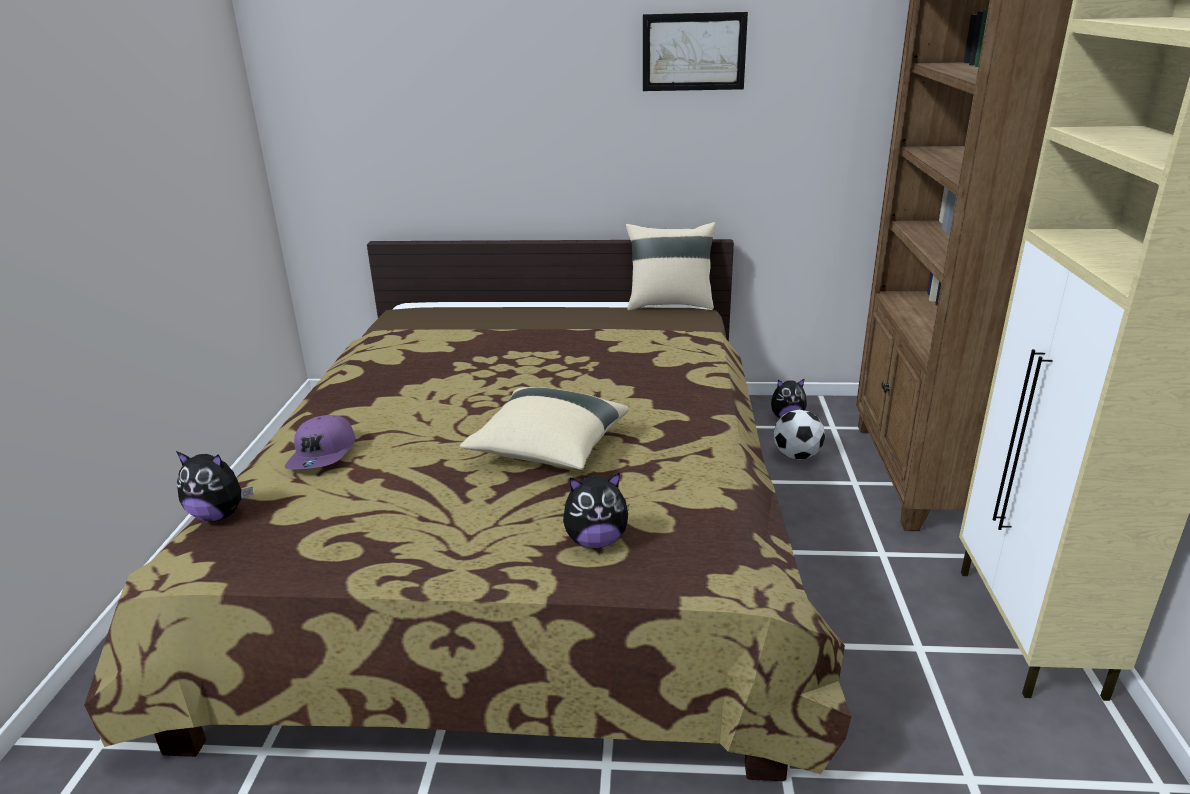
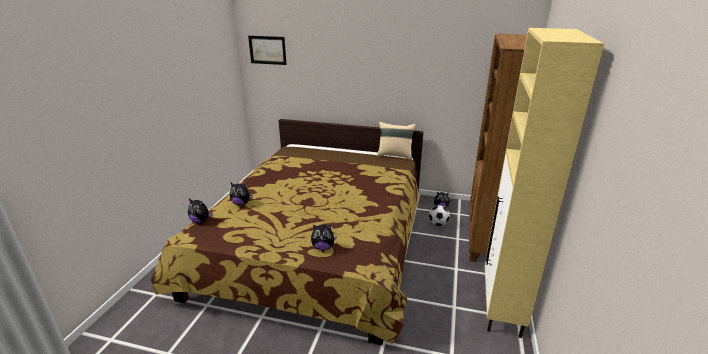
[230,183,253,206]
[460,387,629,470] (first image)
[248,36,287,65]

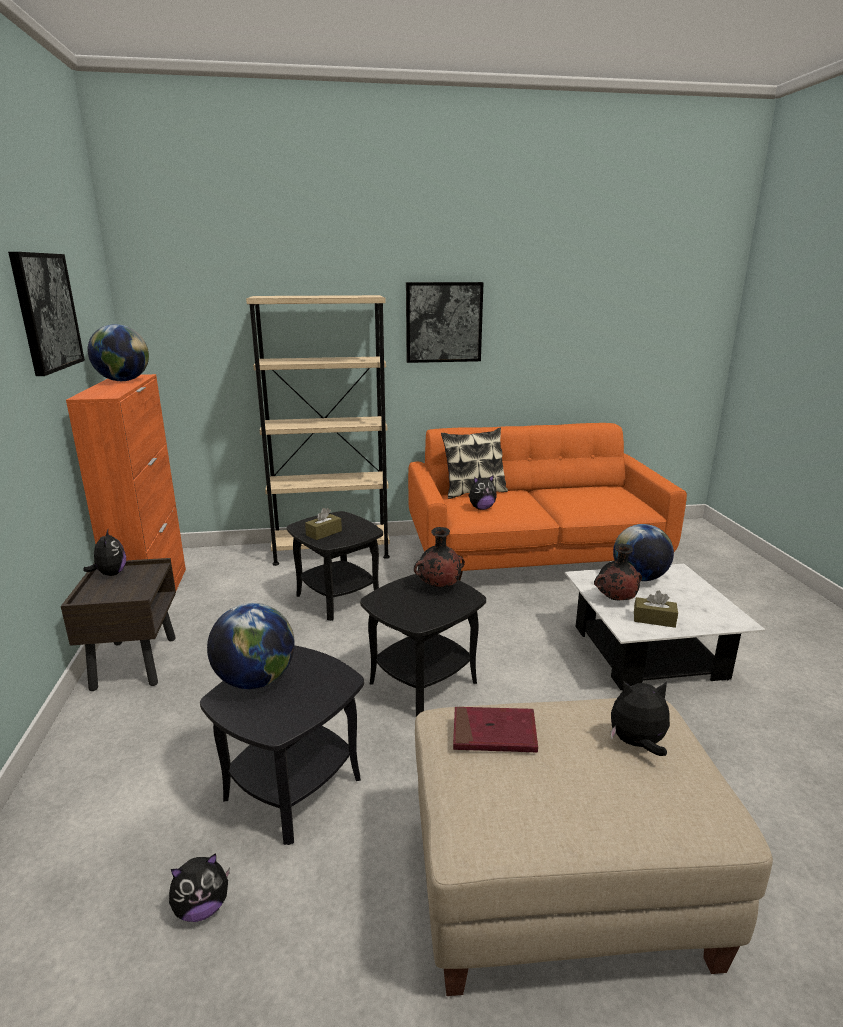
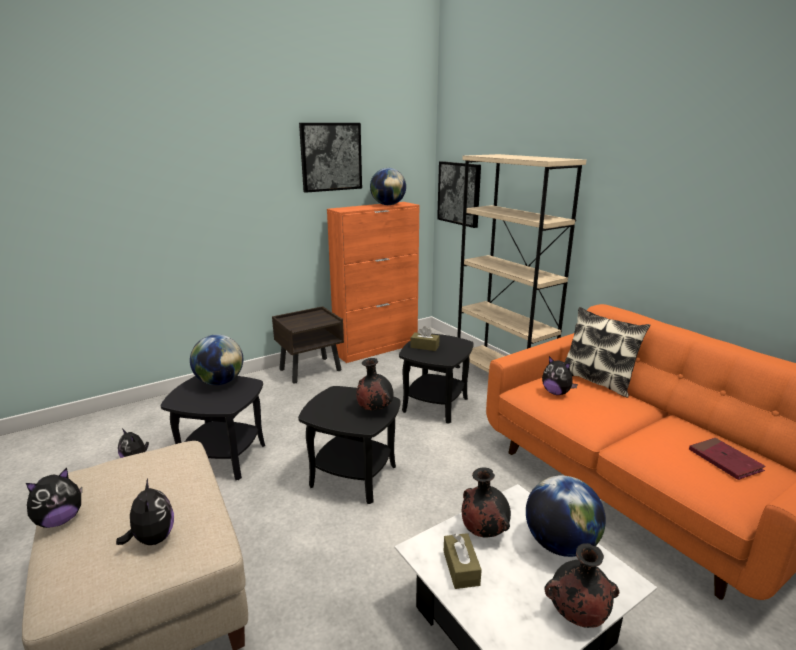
[26,468,82,528]
[437,161,481,228]
[689,438,766,480]
[544,543,619,628]

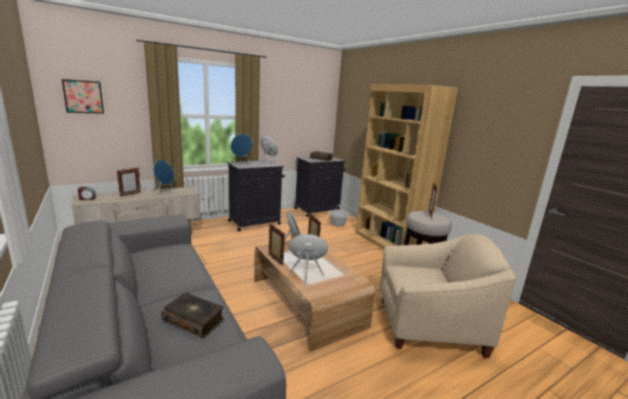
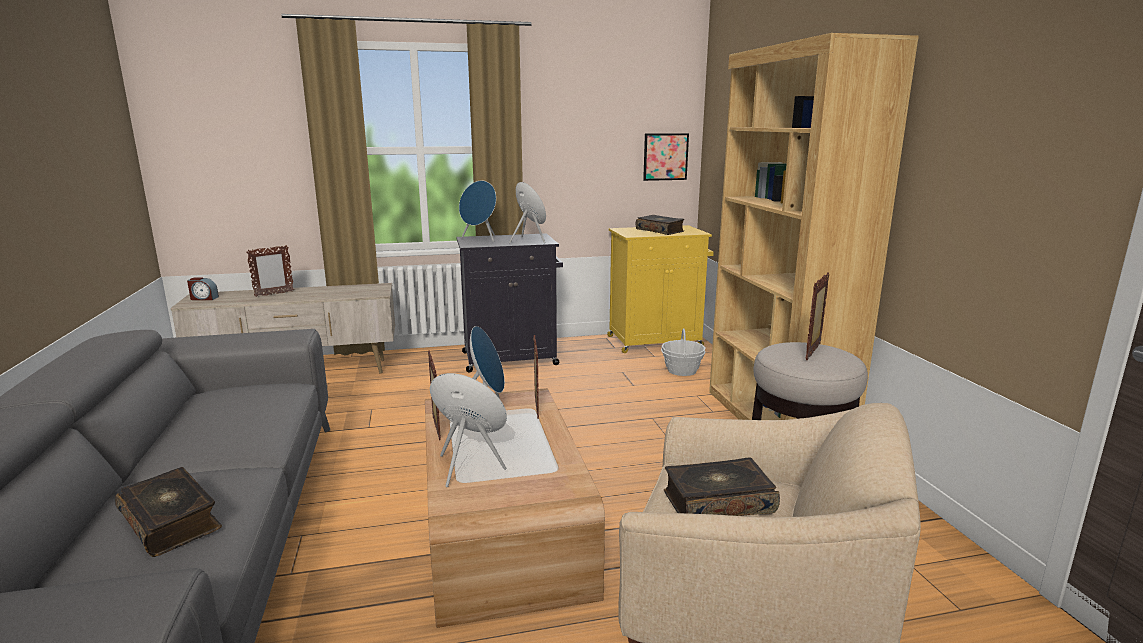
[643,133,689,181]
[153,160,174,196] (first image)
[607,225,714,353]
[664,457,780,516]

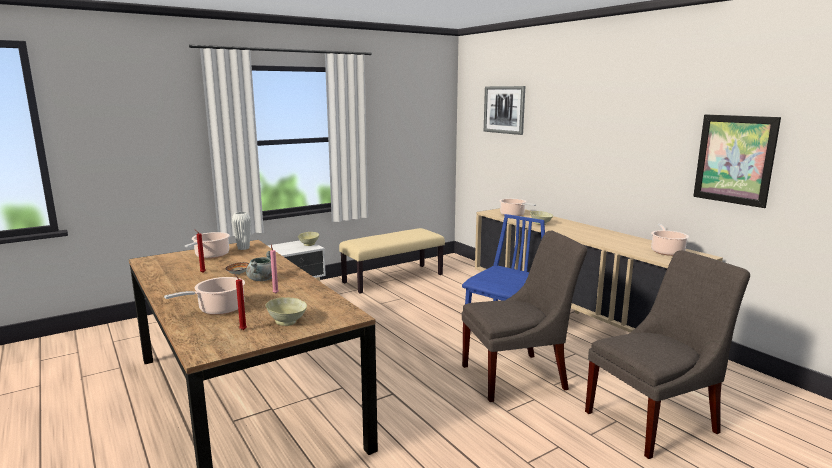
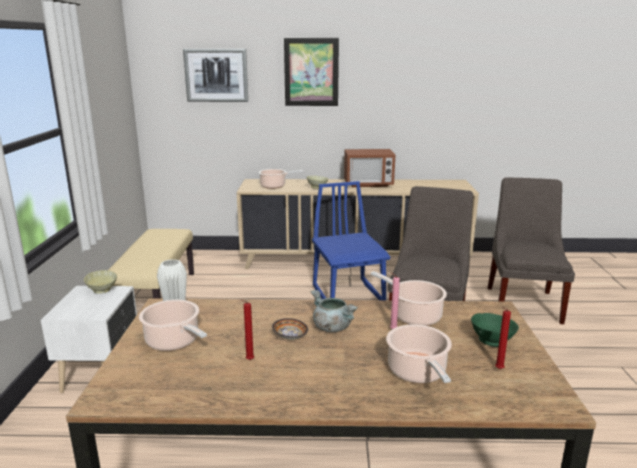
[471,313,519,347]
[370,271,447,326]
[284,38,339,106]
[344,149,395,187]

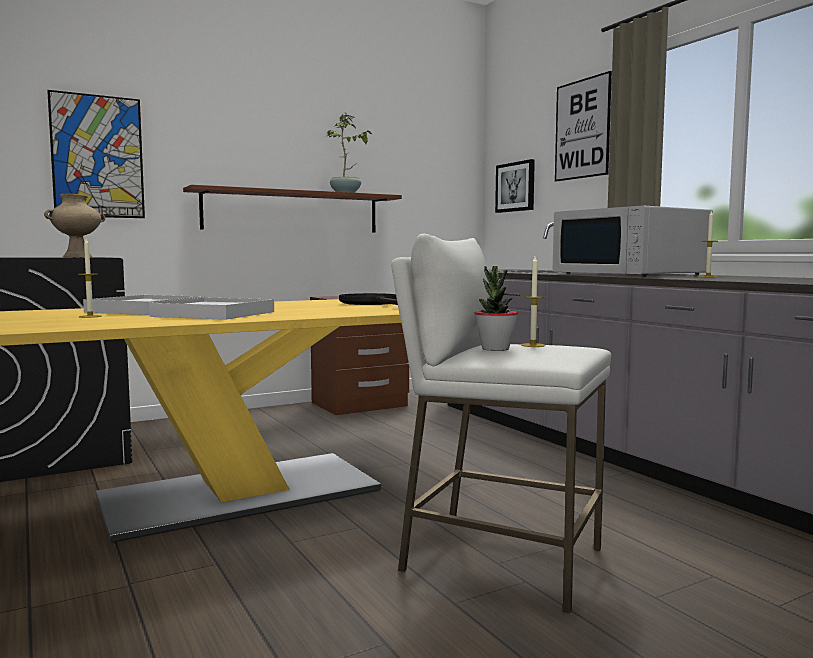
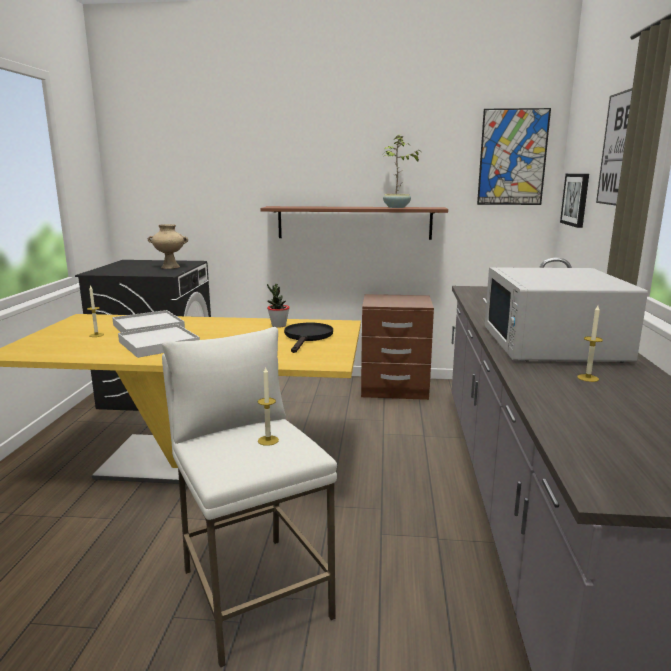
[477,108,551,205]
[267,284,290,328]

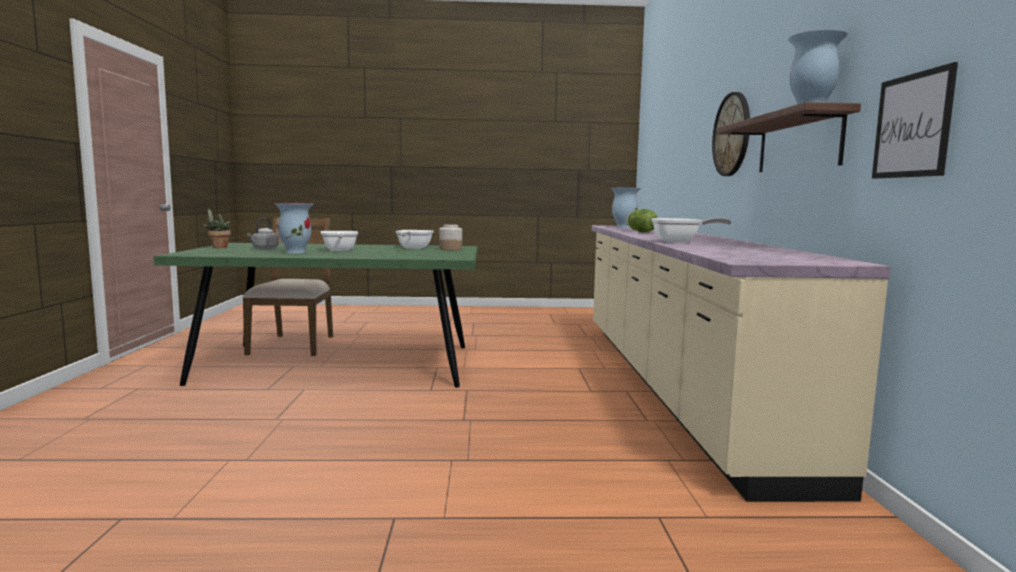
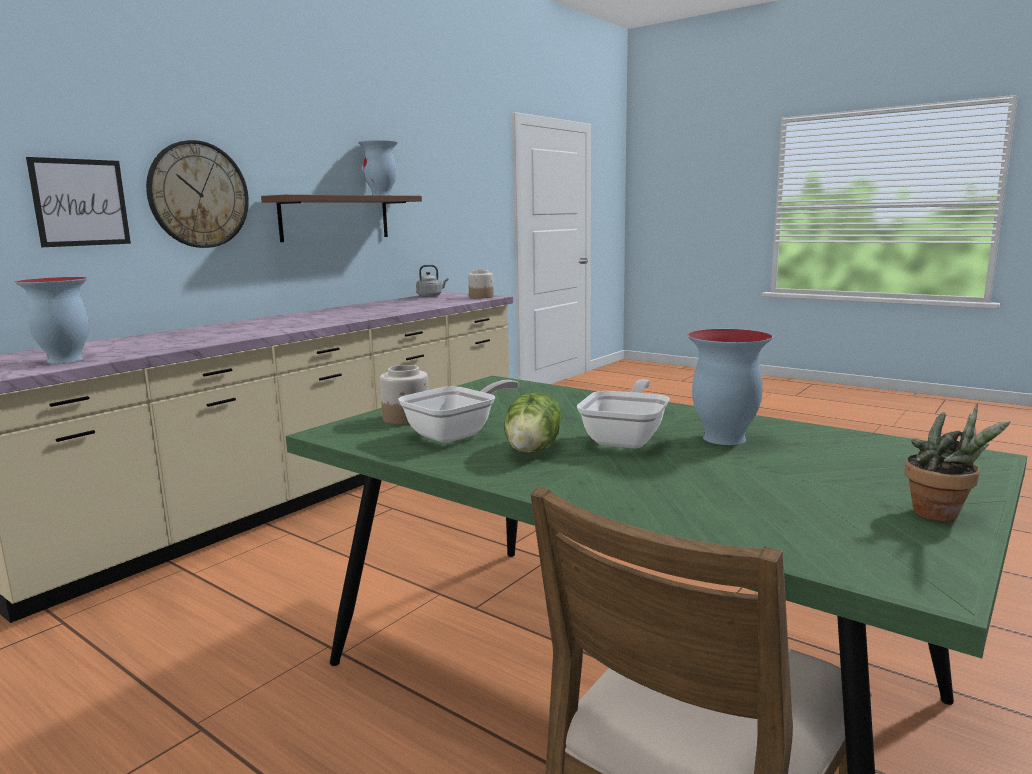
[416,265,448,297]
[504,392,561,453]
[651,218,732,243] (first image)
[26,157,131,247]
[468,269,494,299]

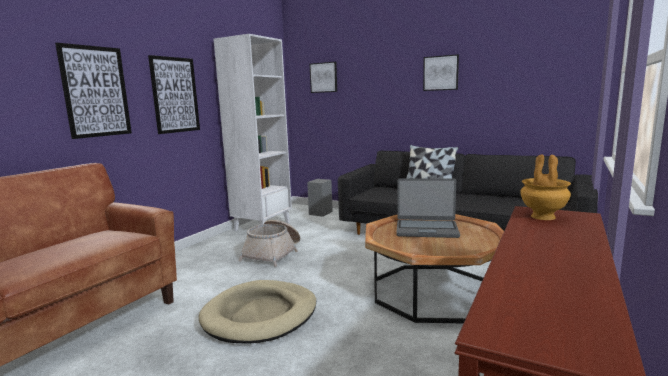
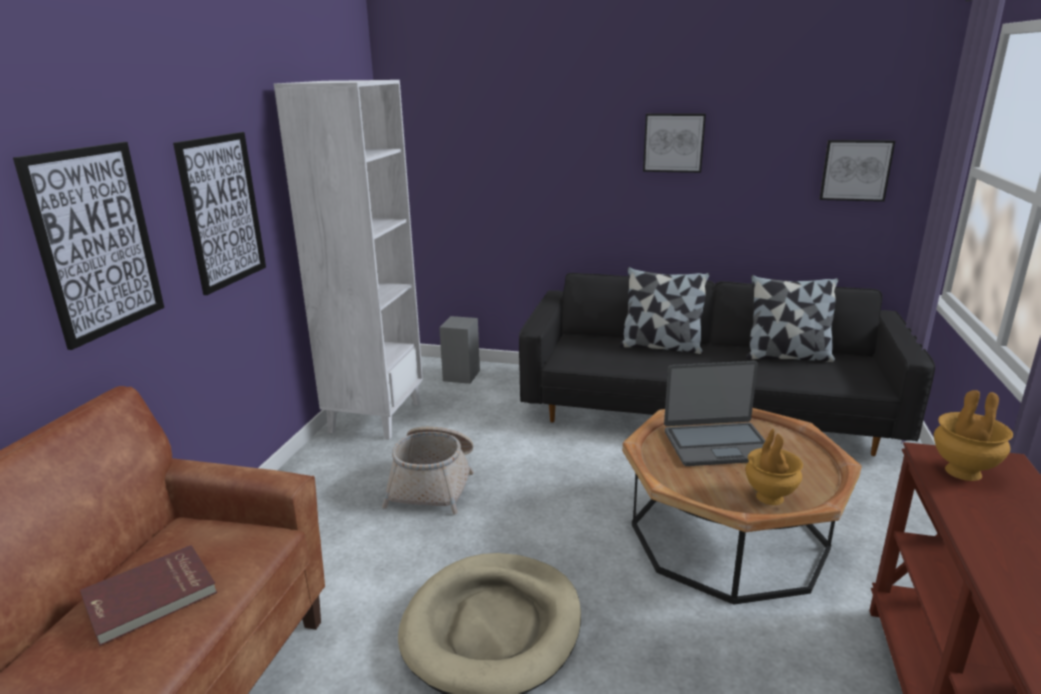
[819,140,895,202]
[80,545,217,646]
[746,275,839,362]
[746,428,803,505]

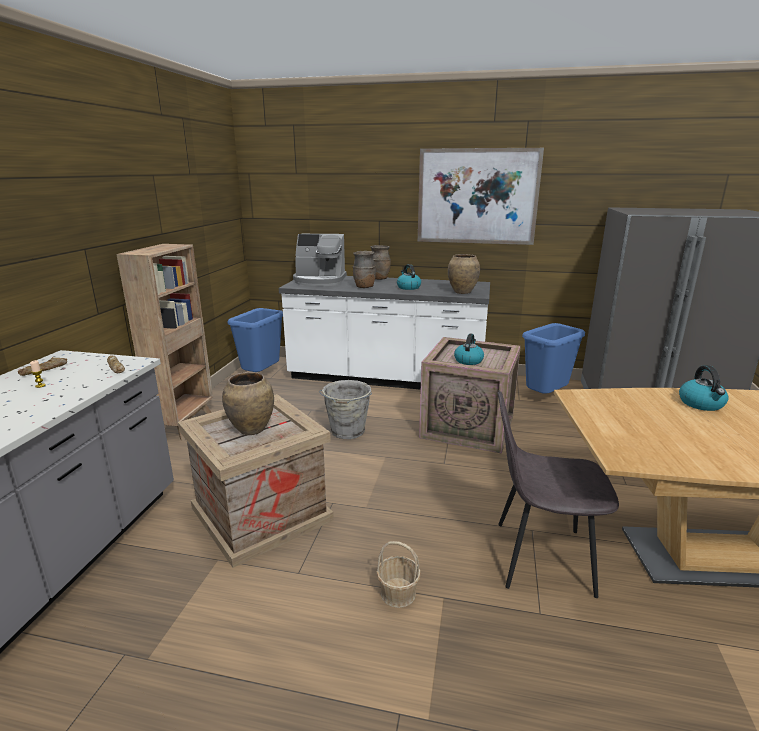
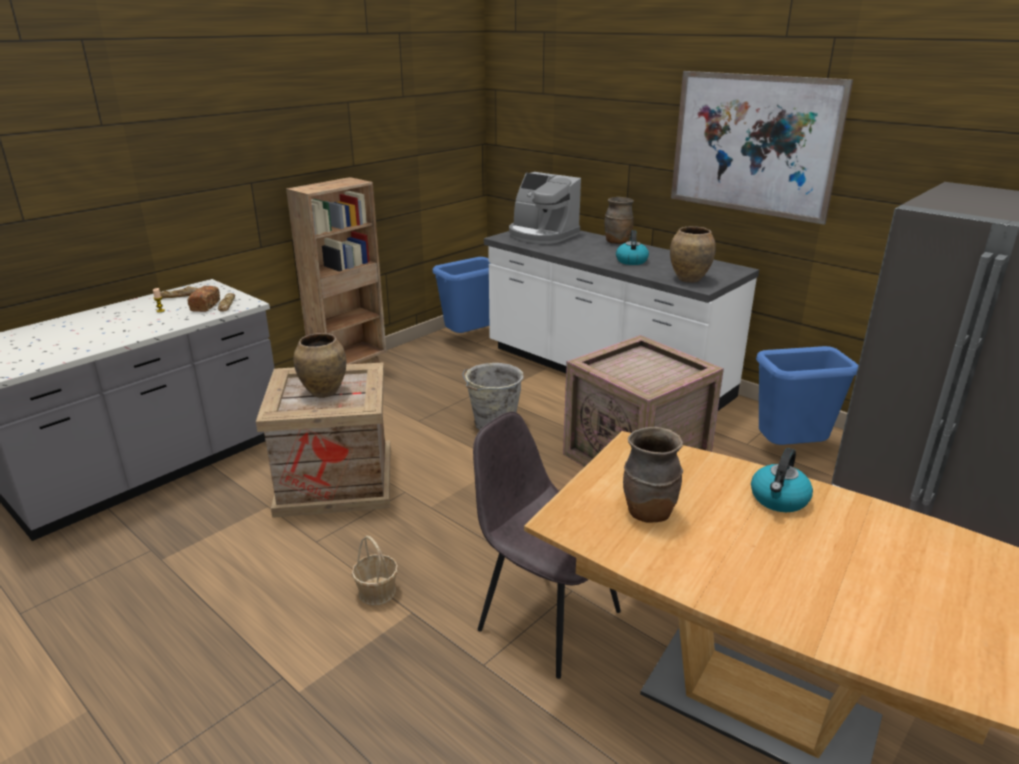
[623,427,683,523]
[454,334,484,365] (first image)
[188,286,220,312]

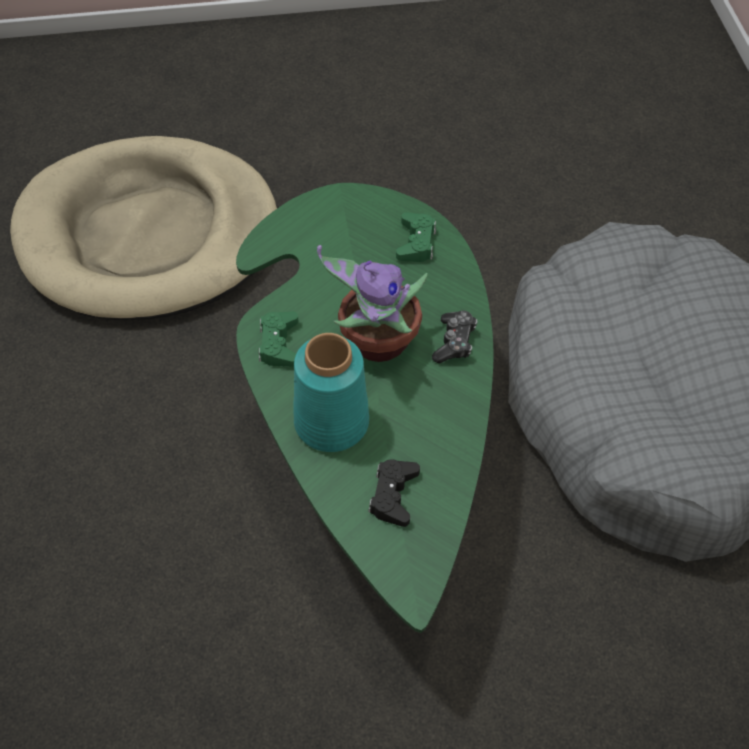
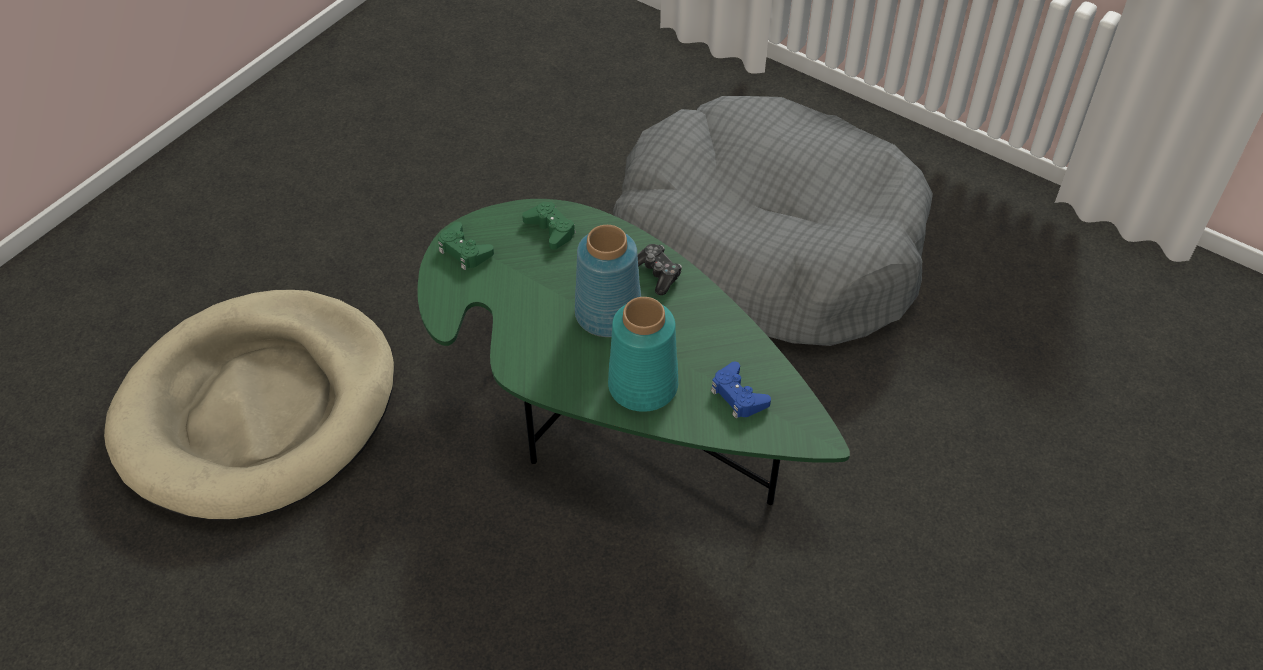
[438,222,494,270]
[575,225,641,337]
[711,361,771,418]

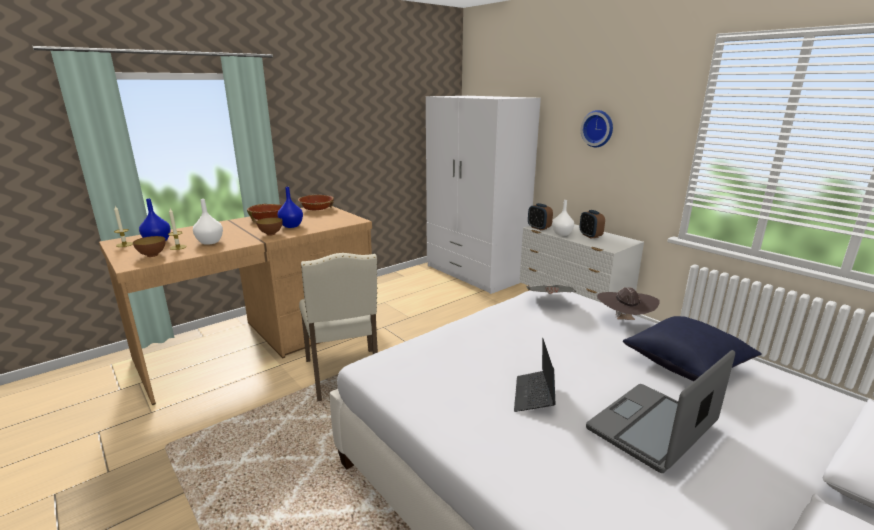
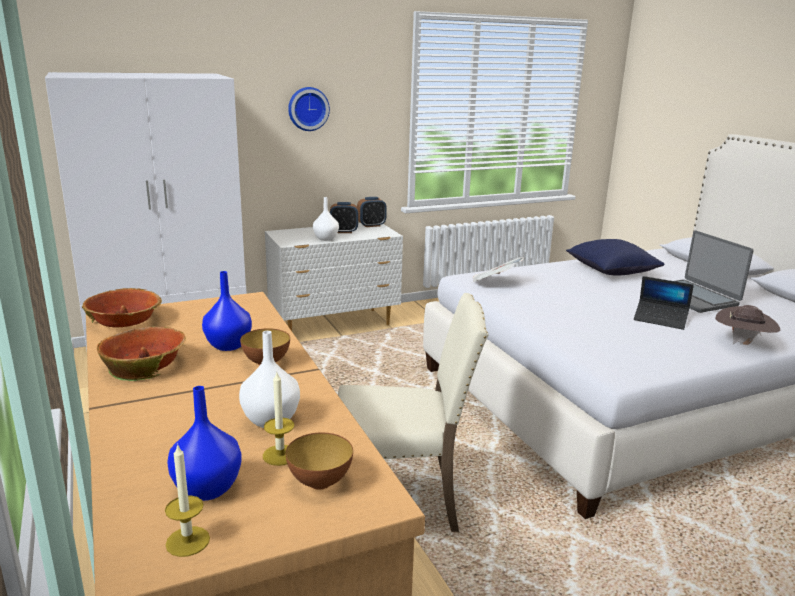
[357,197,387,227]
[715,305,780,345]

